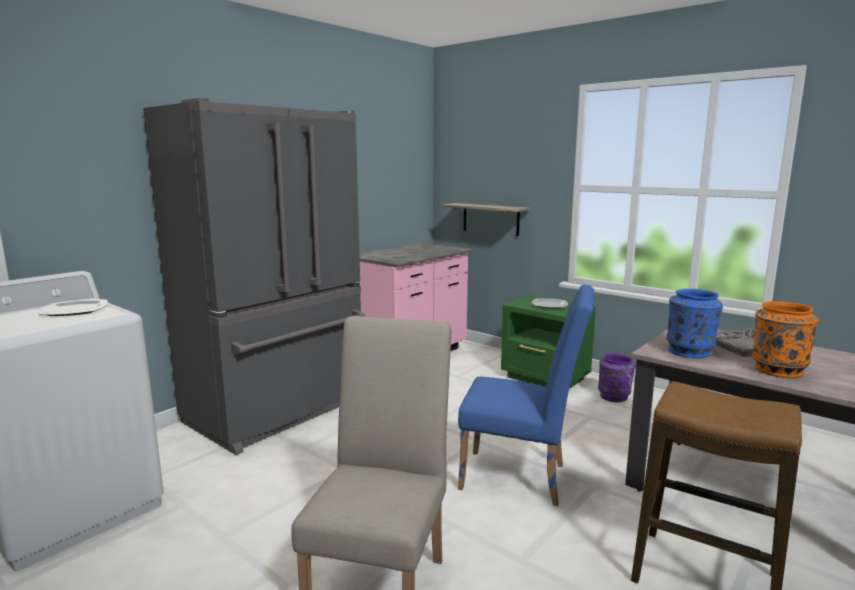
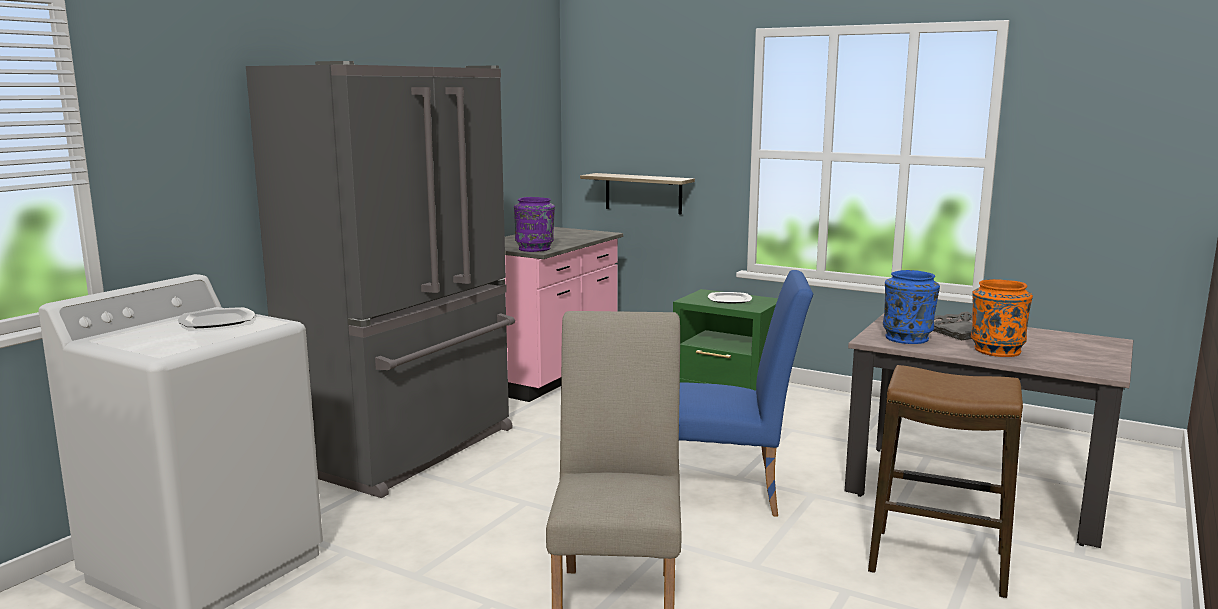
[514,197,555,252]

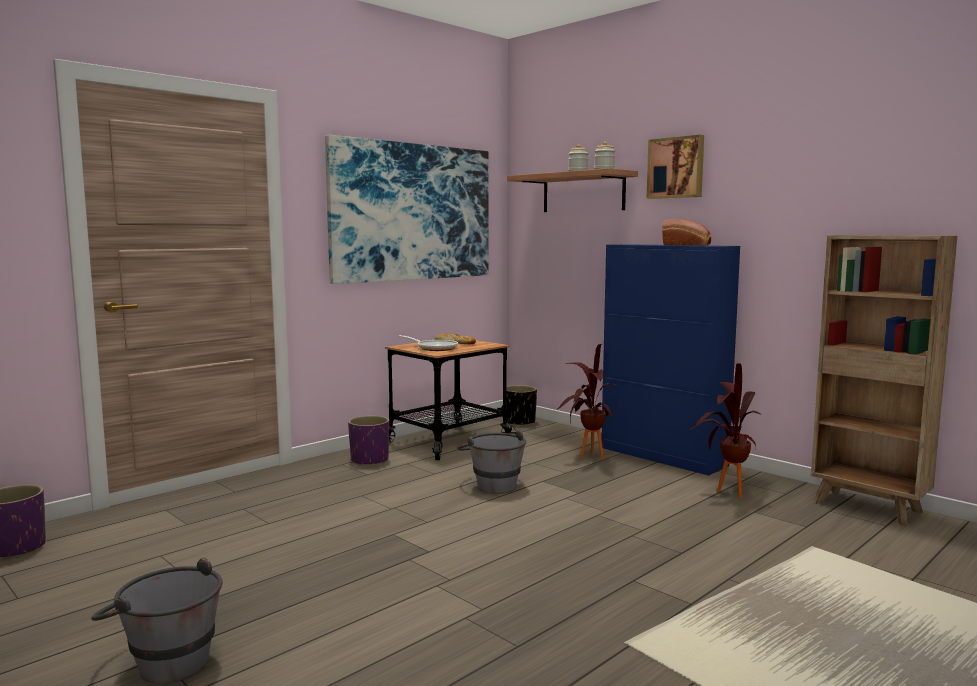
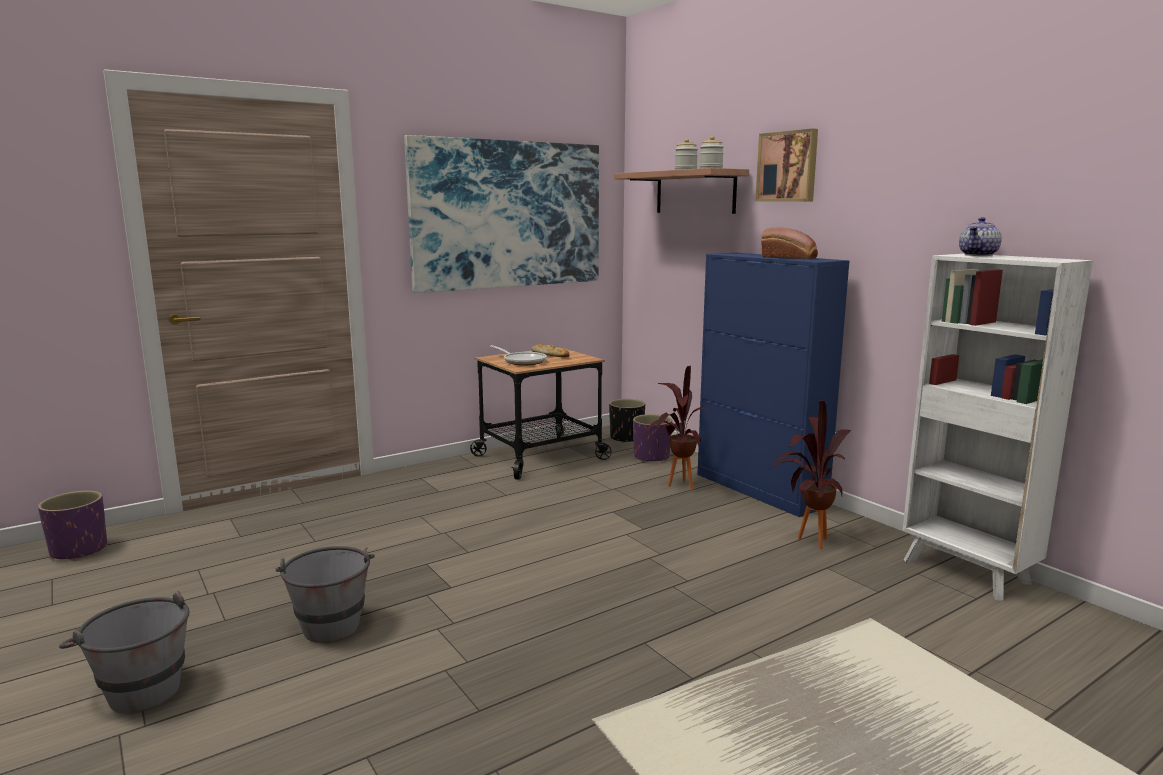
[633,414,672,462]
[275,546,375,643]
[902,254,1093,601]
[959,217,1002,256]

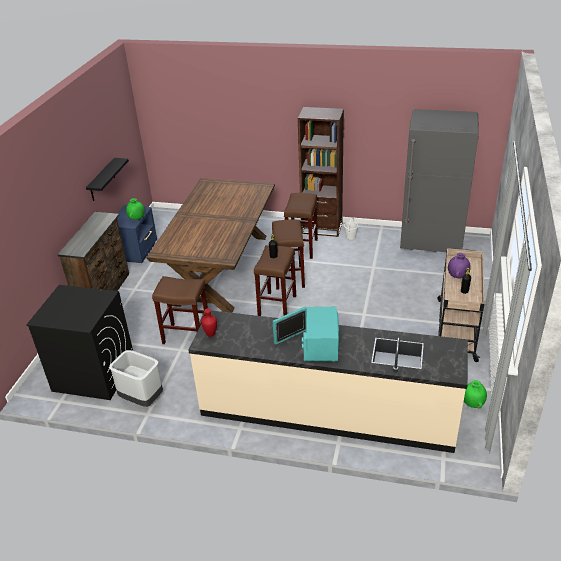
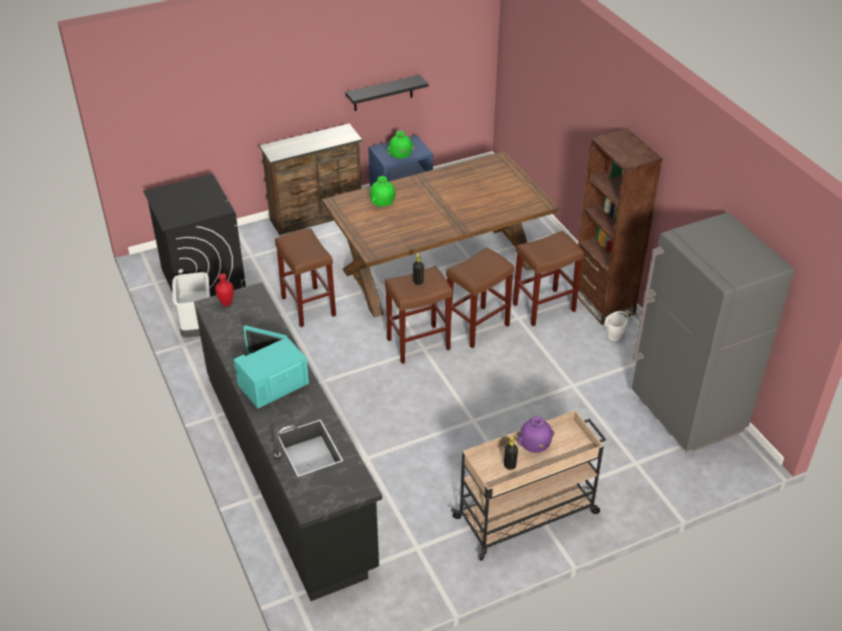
[194,282,382,601]
[370,176,396,207]

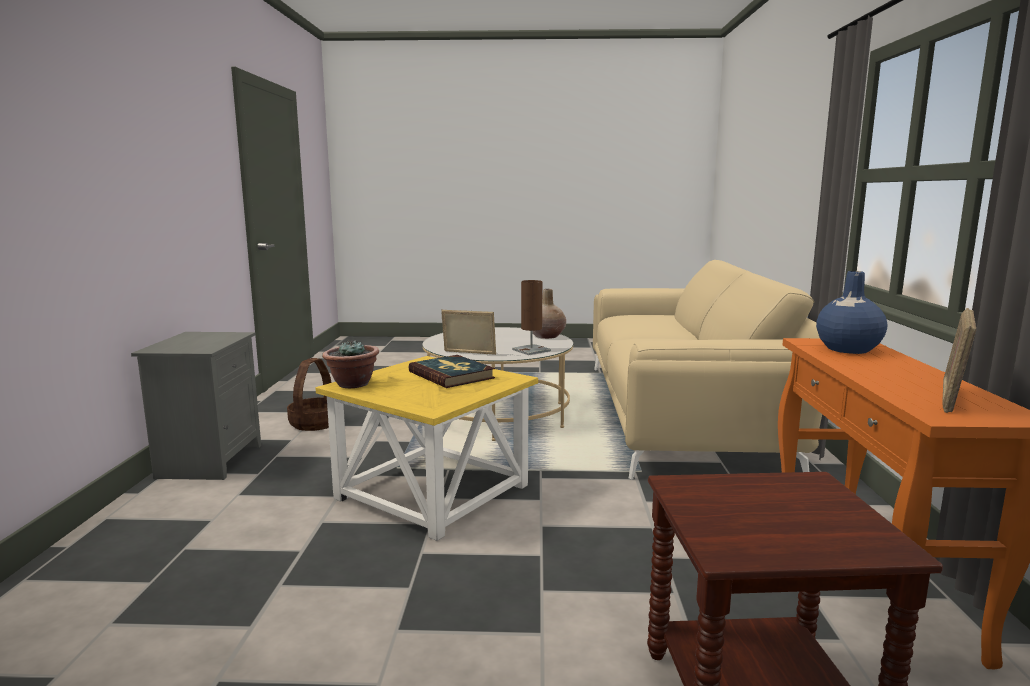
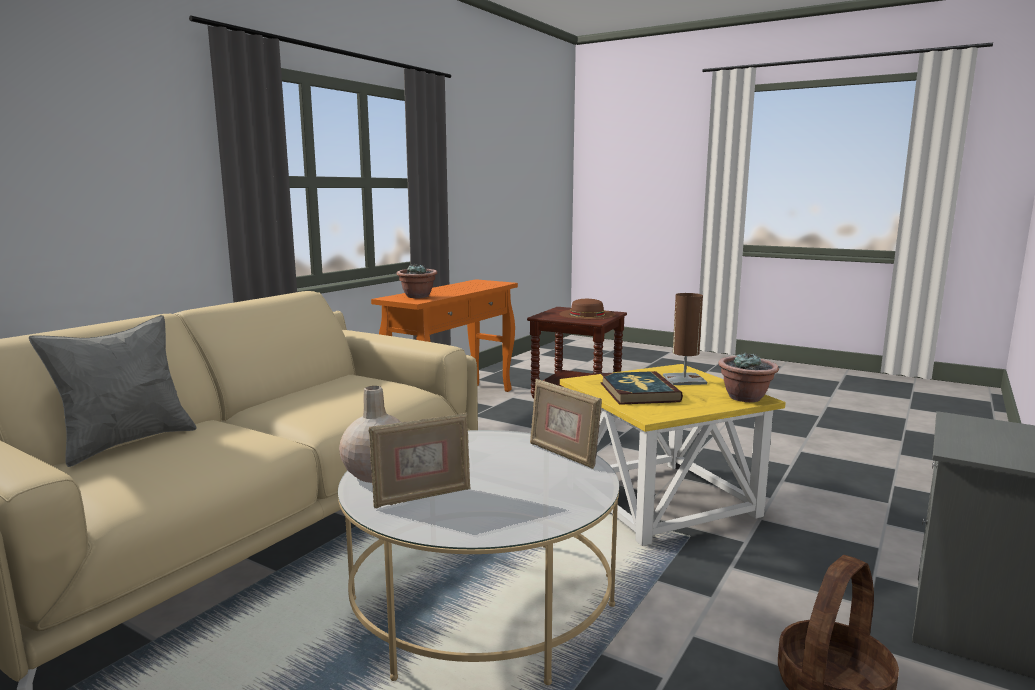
[663,293,707,385]
[397,264,437,298]
[369,412,471,508]
[29,315,197,467]
[559,299,616,319]

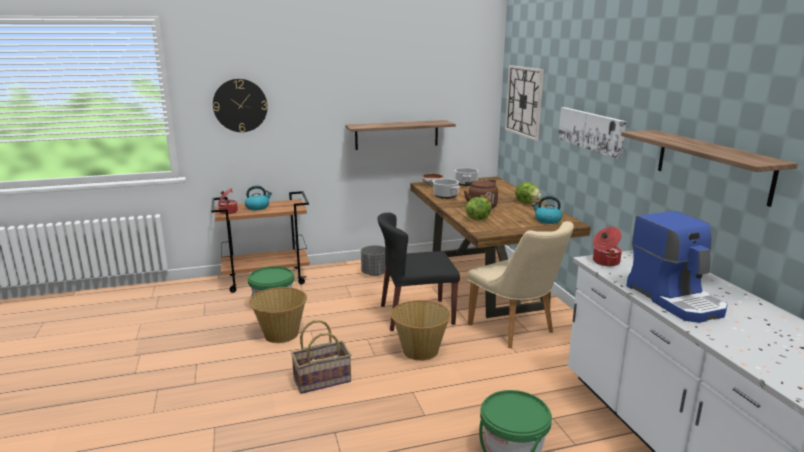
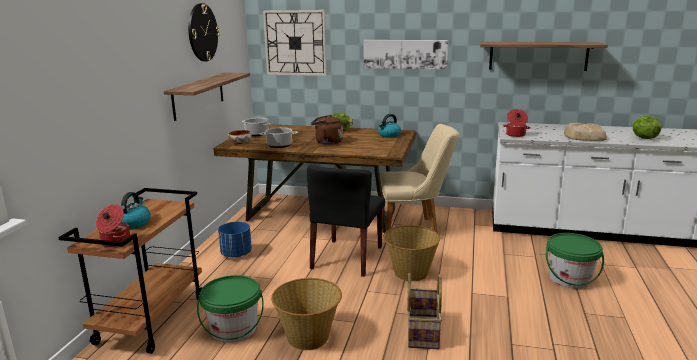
[188,3,220,61]
[218,222,252,258]
[633,116,661,139]
[564,123,607,141]

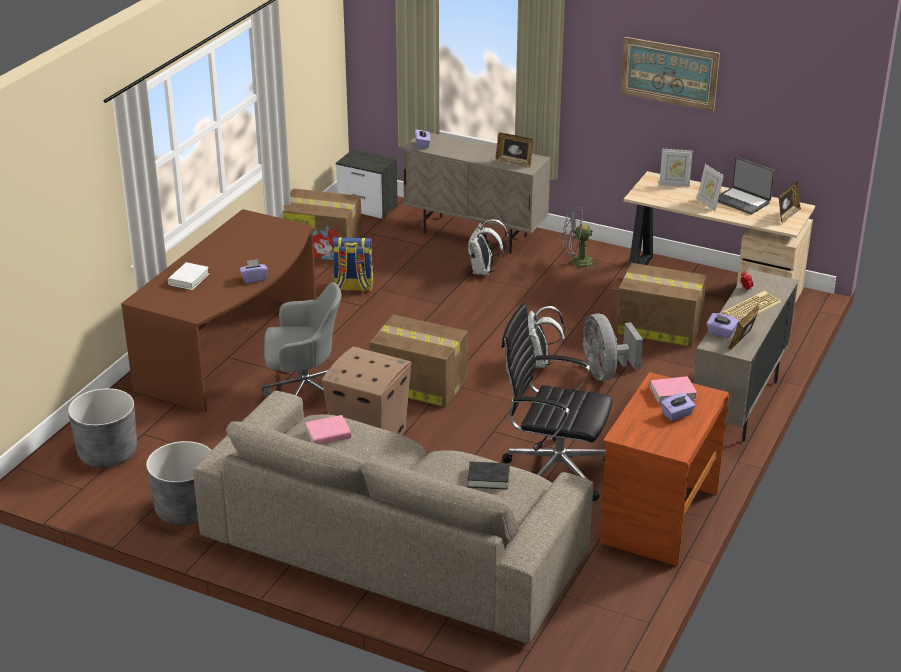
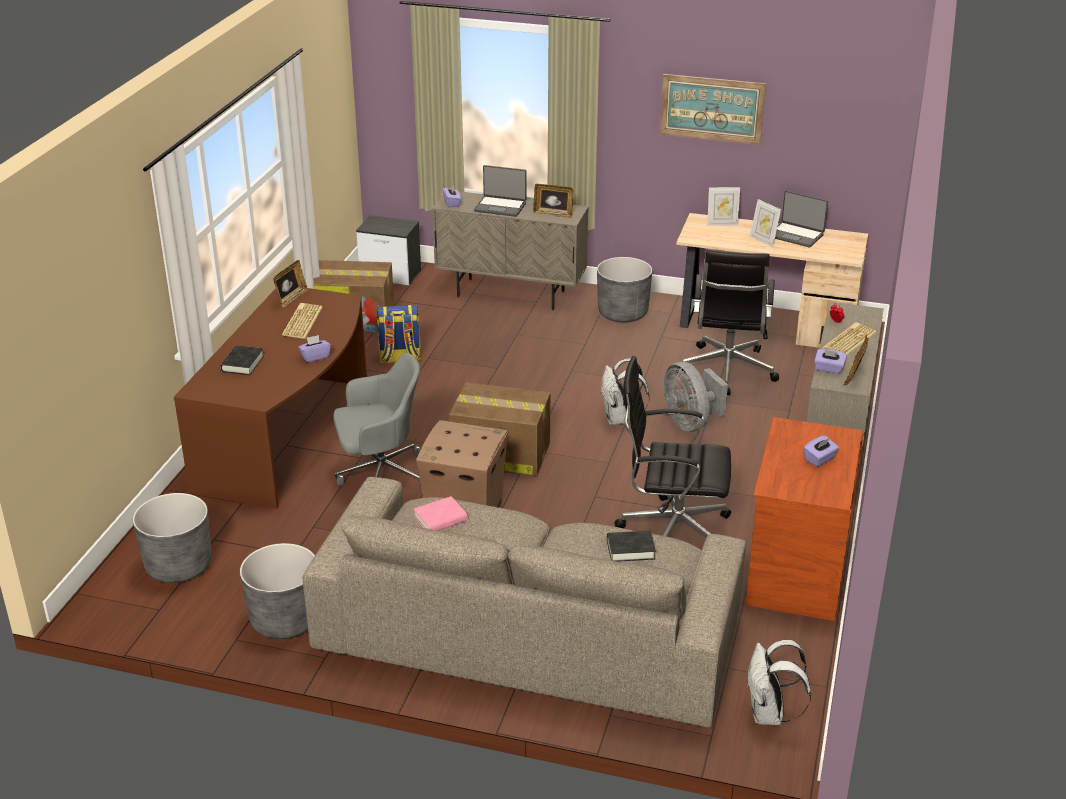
[221,346,264,375]
[747,640,811,726]
[597,257,652,322]
[676,250,779,395]
[649,376,697,405] (first image)
[273,260,308,308]
[282,303,322,339]
[474,165,527,217]

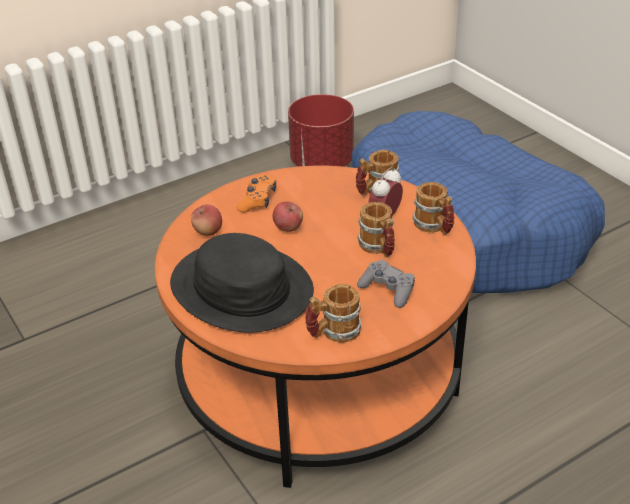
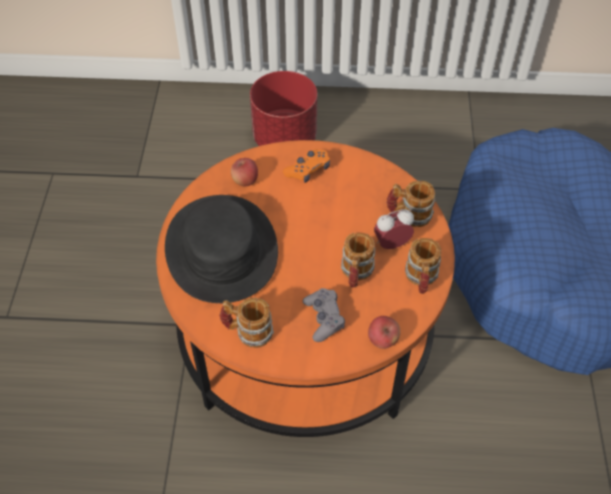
[368,316,400,349]
[250,71,317,146]

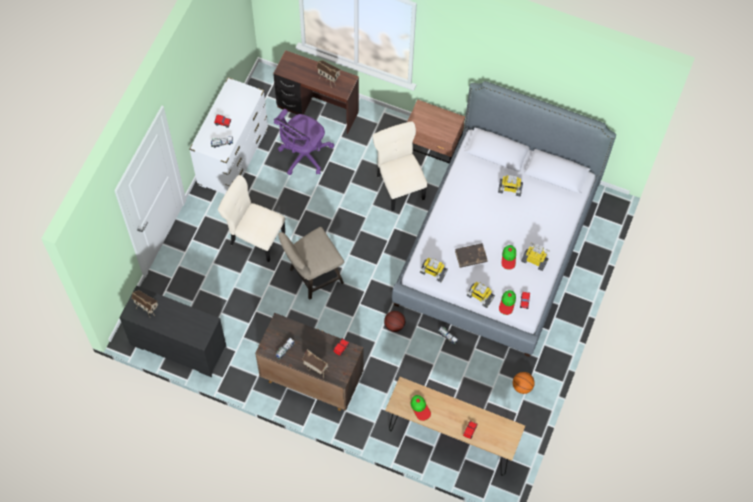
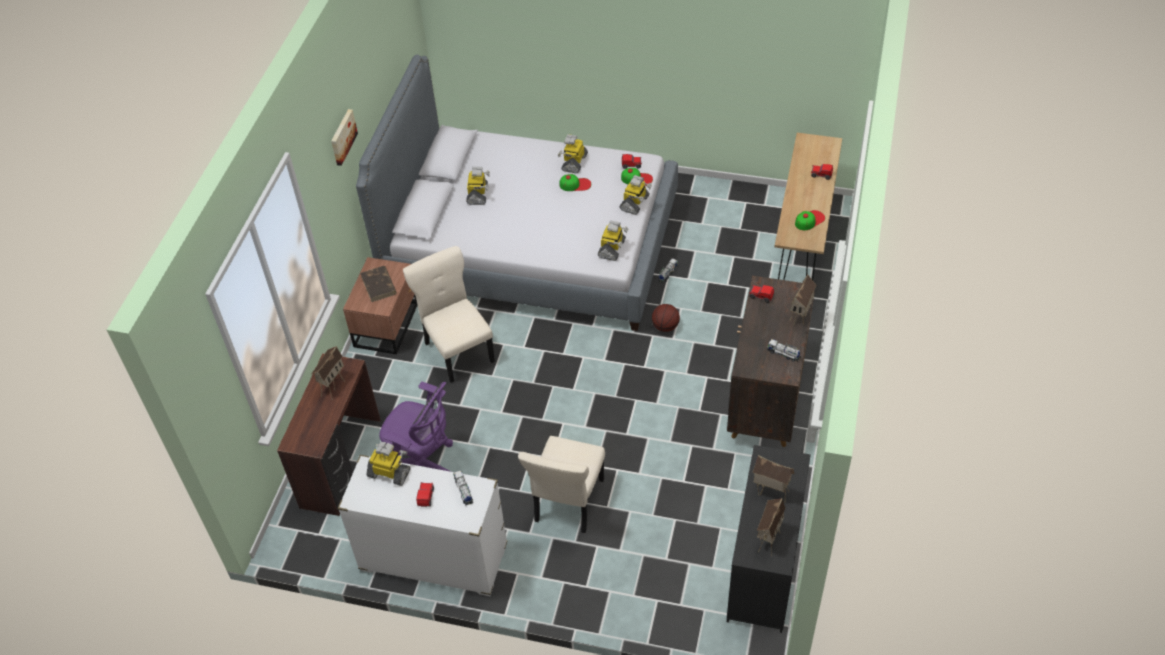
[278,227,344,300] (first image)
[403,246,495,383]
[360,266,397,302]
[513,372,535,394] (first image)
[331,109,358,166]
[367,442,410,486]
[752,455,794,503]

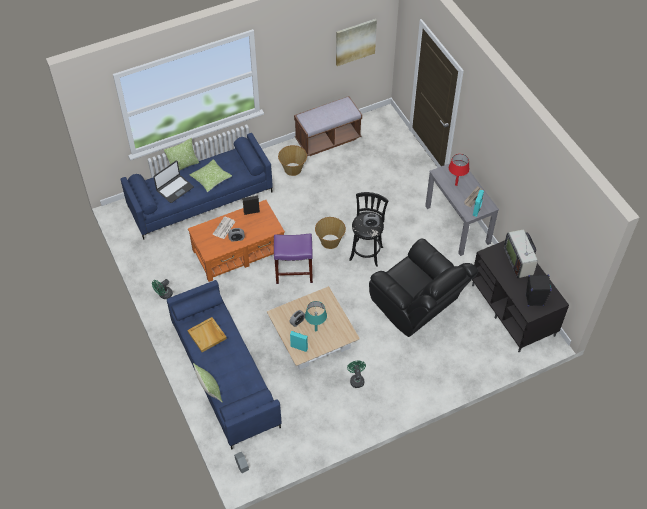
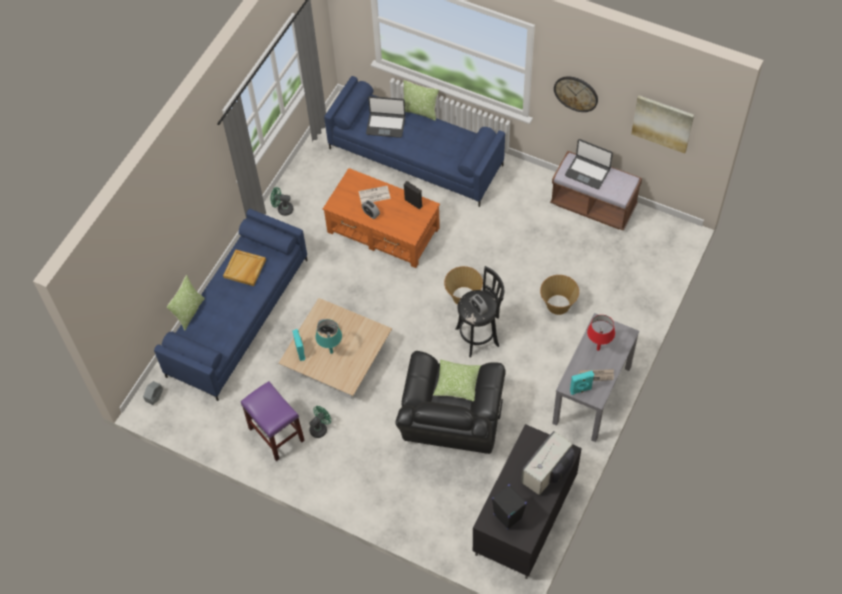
[433,360,482,402]
[241,381,305,461]
[540,275,579,315]
[554,76,598,112]
[565,139,613,189]

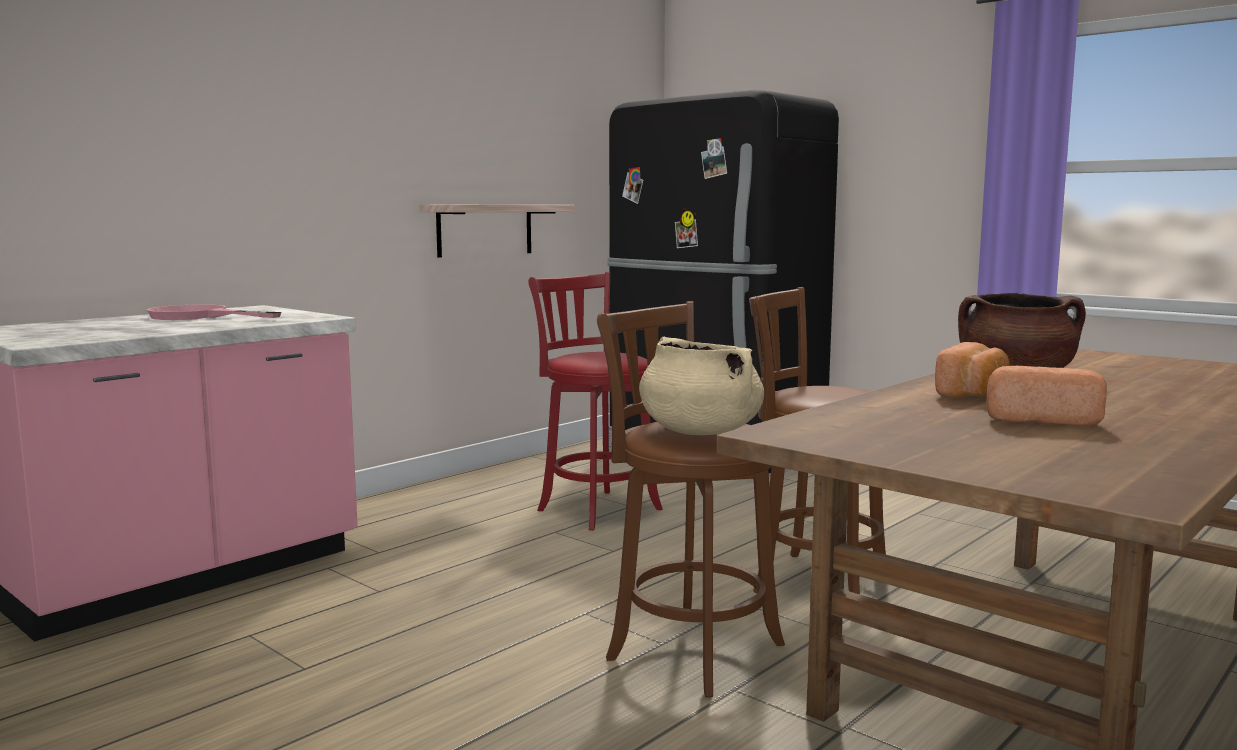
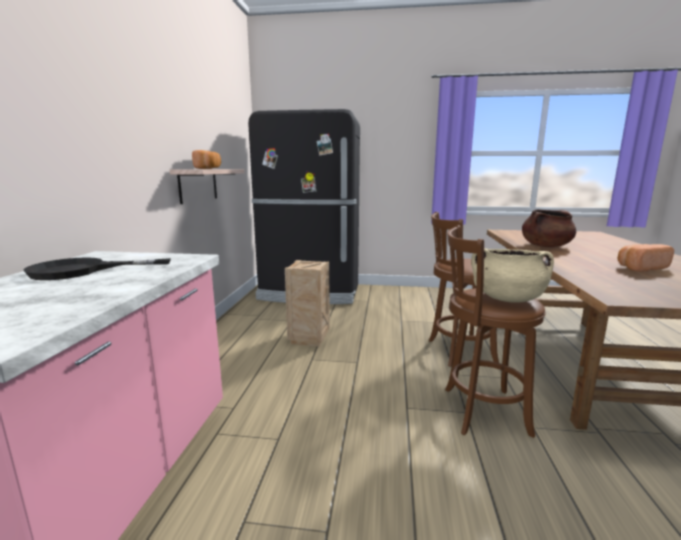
[23,257,171,280]
[285,260,330,347]
[192,150,221,169]

